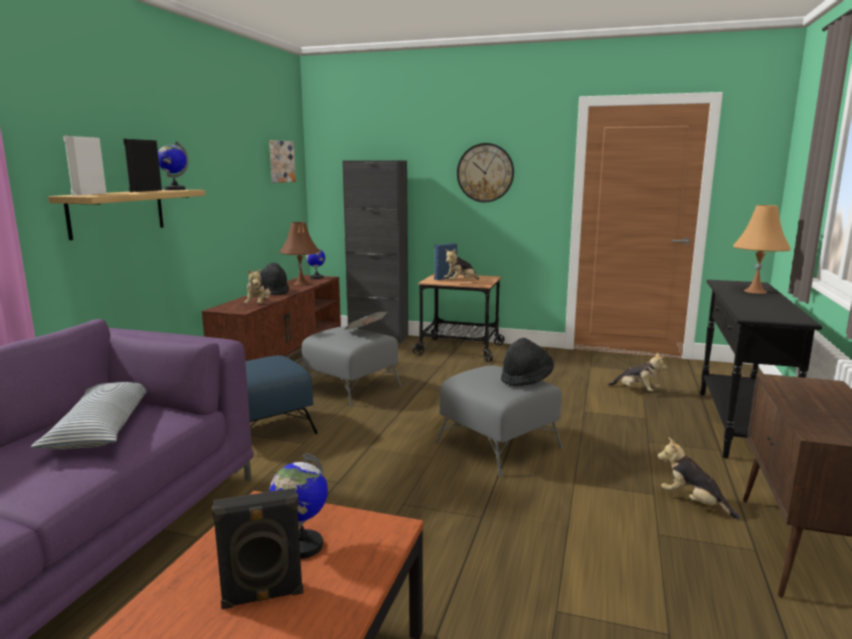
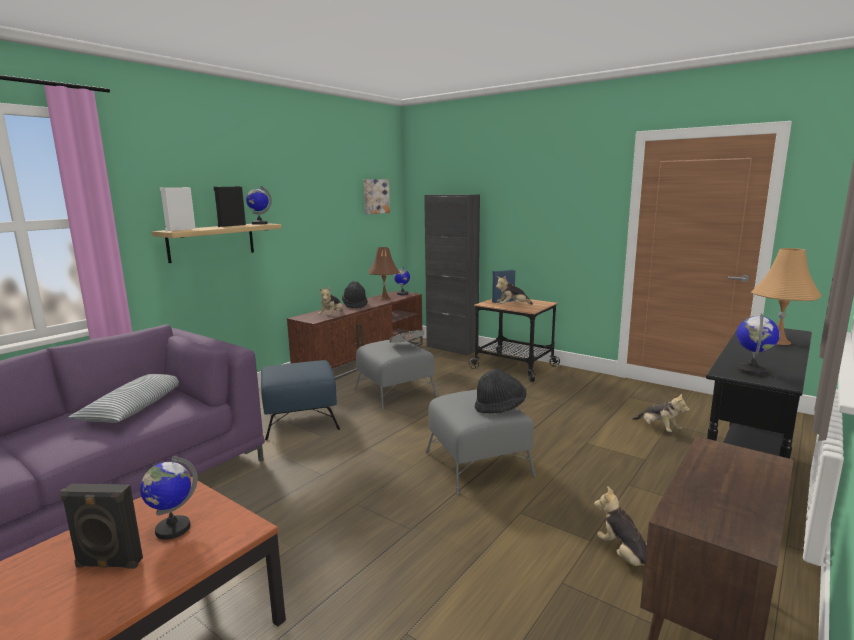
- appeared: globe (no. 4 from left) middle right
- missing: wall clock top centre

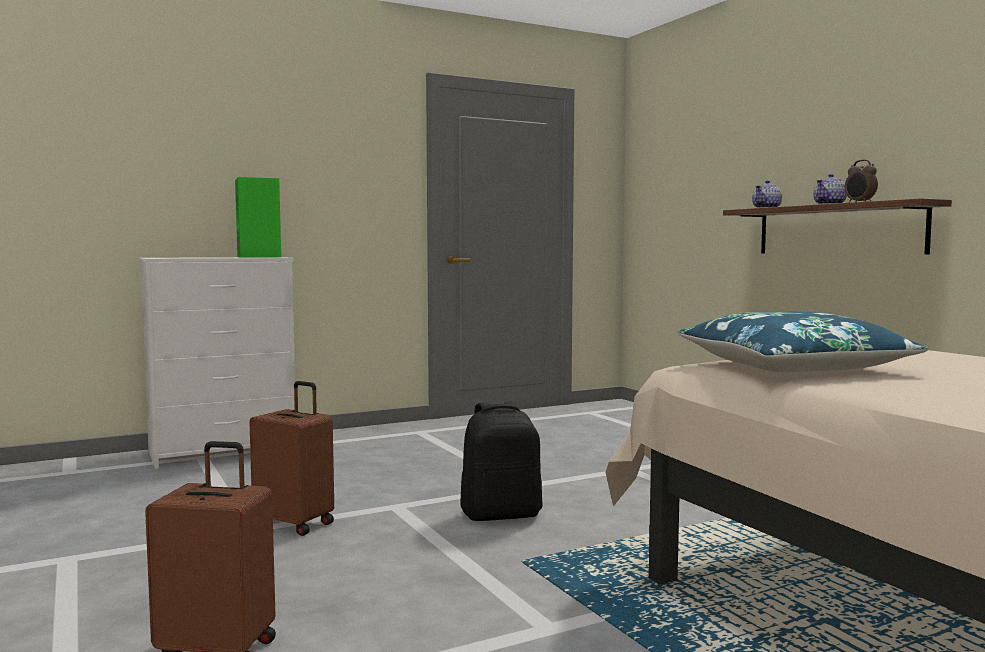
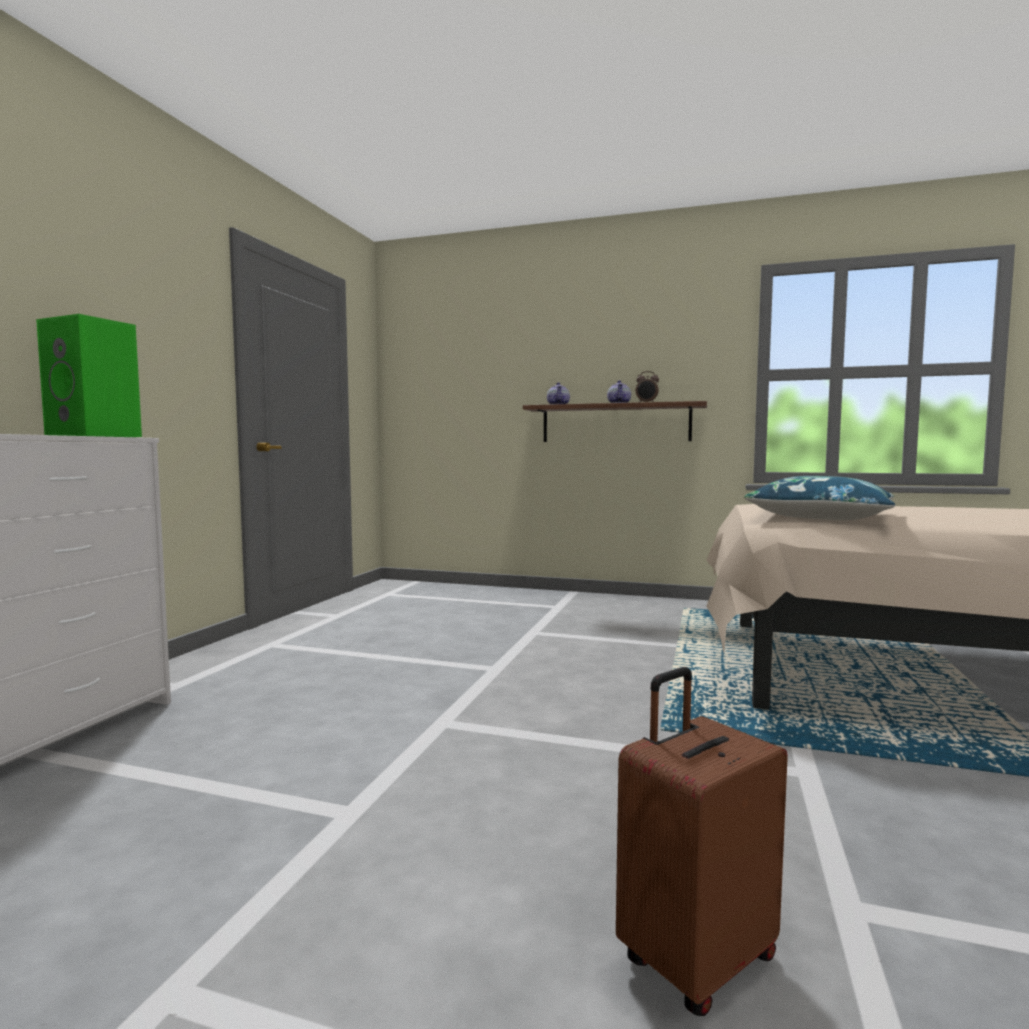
- missing: brown suitcase (no. 2 from left) bottom left
- missing: black backpack bottom centre

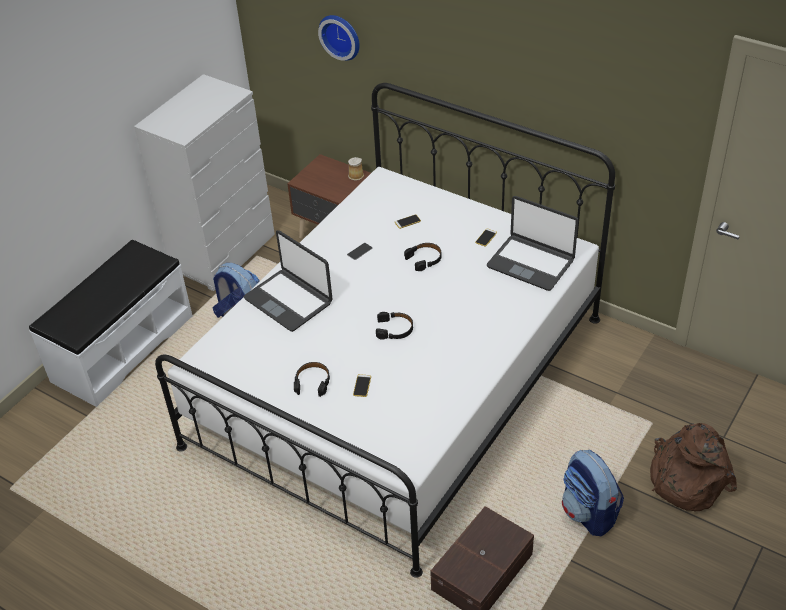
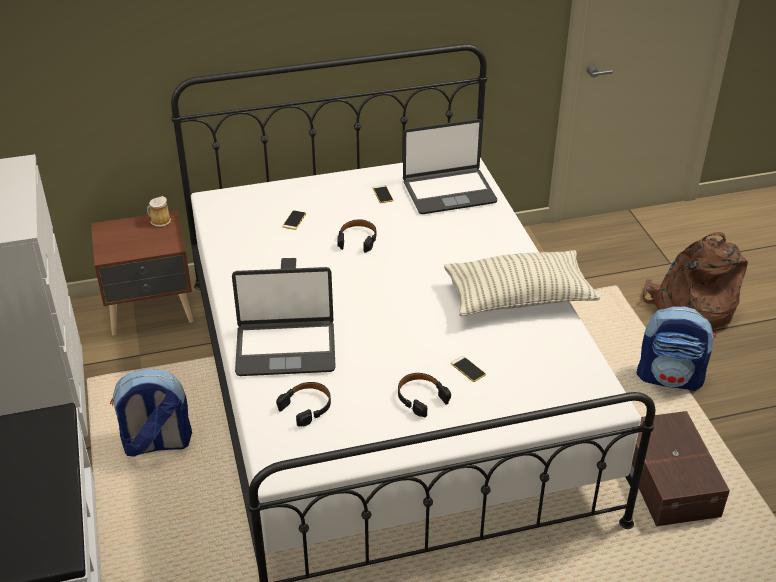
- relocated: black headphones (no. 2 from left in the first image) centre to black headphones (no. 1 from left) bottom centre
- appeared: pillow middle right
- missing: wall clock top centre

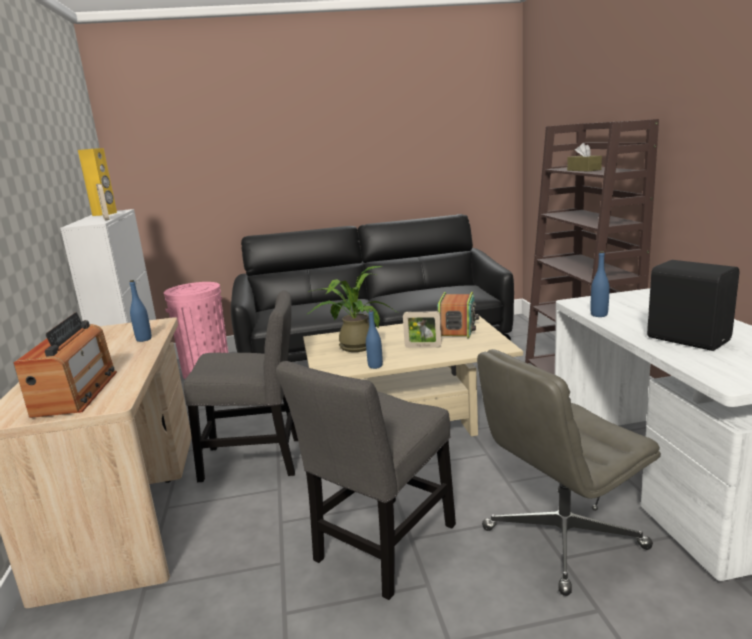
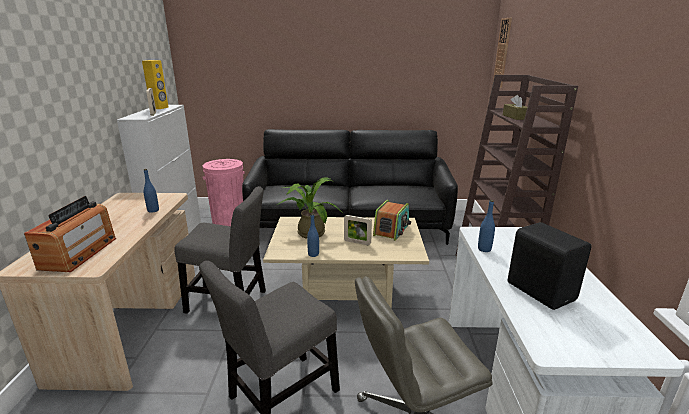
- appeared: wall clock top right

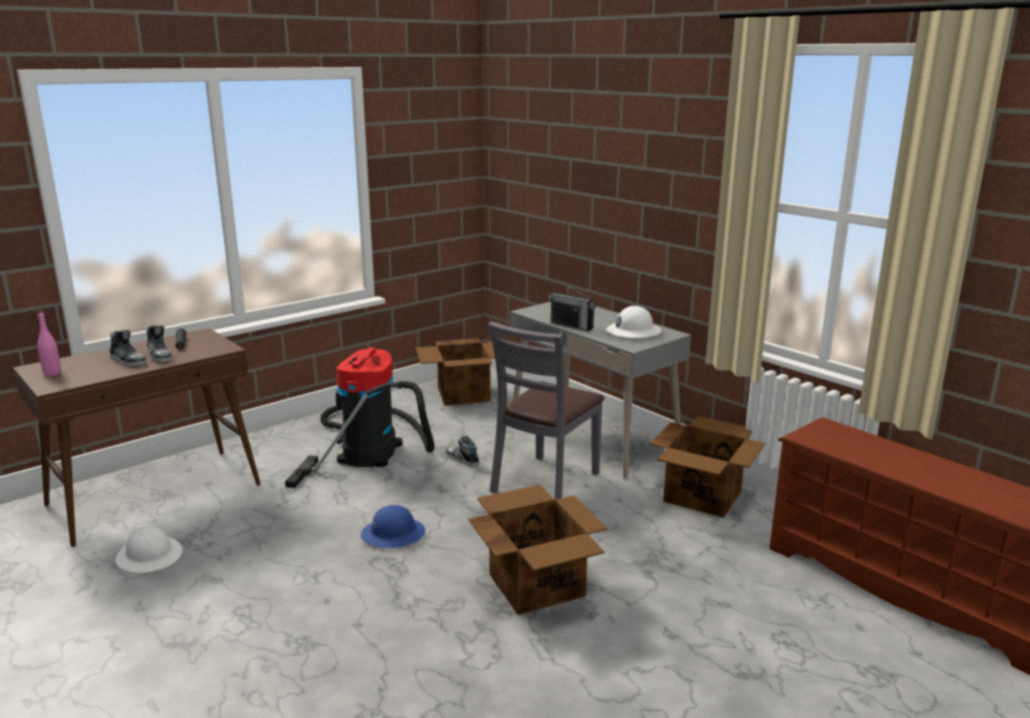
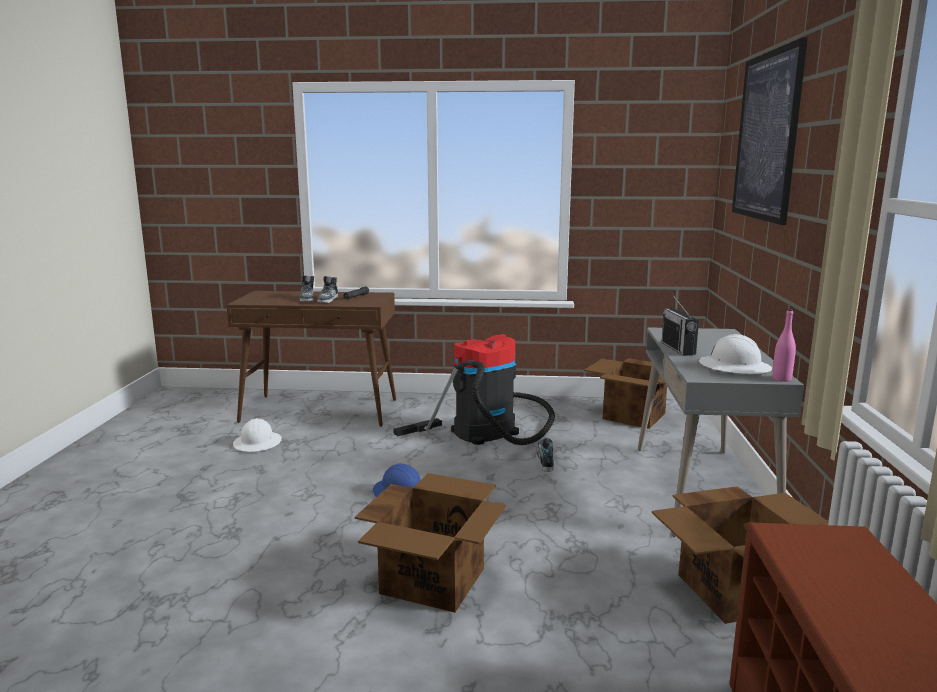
- appeared: picture top right
- relocated: pink bottle middle left to middle right
- missing: grey chair centre

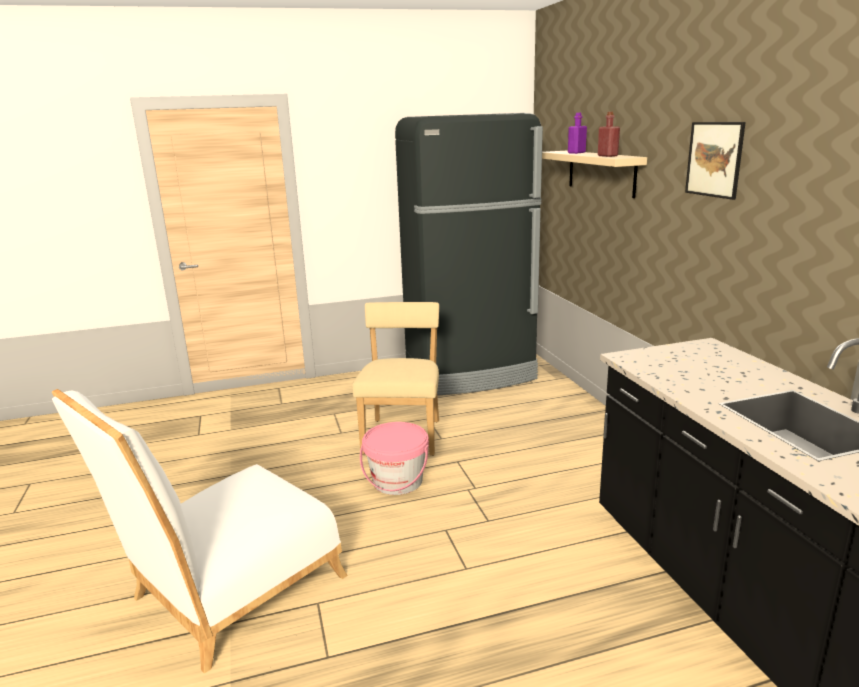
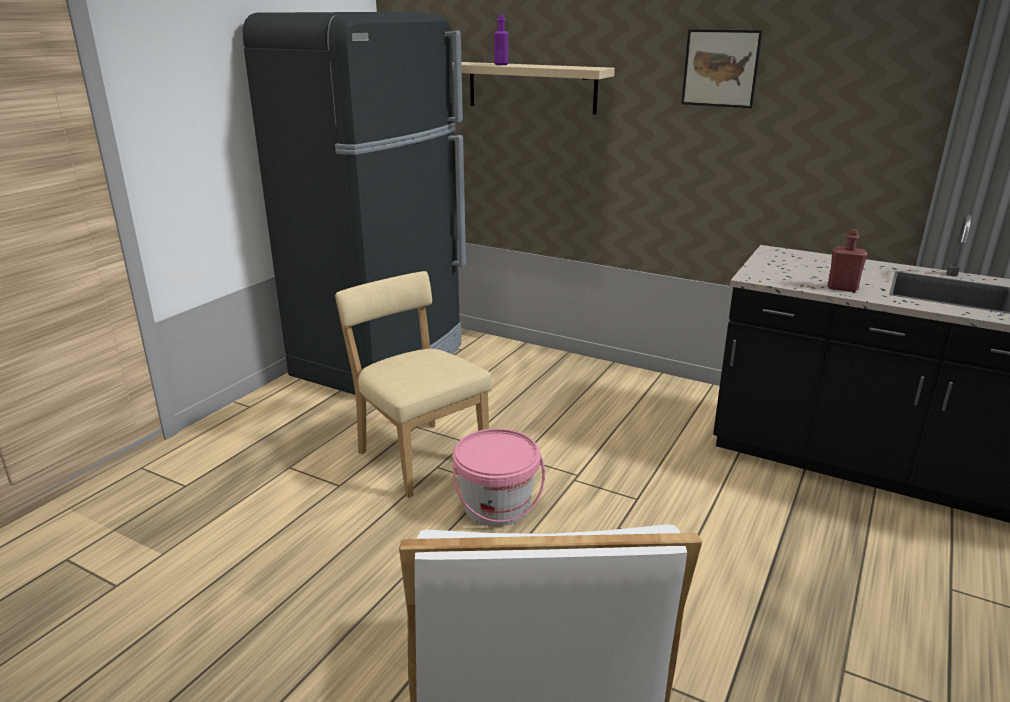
- relocated: red bottle top right to middle right

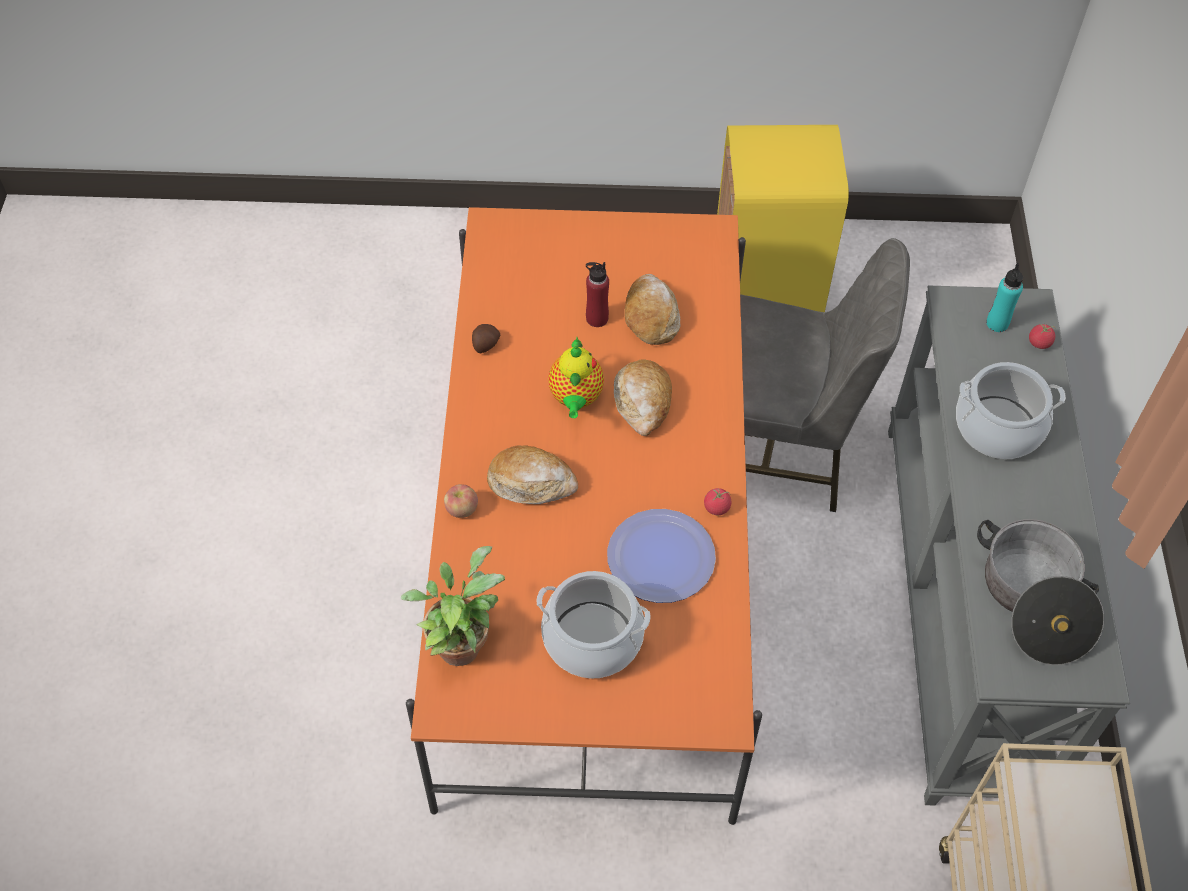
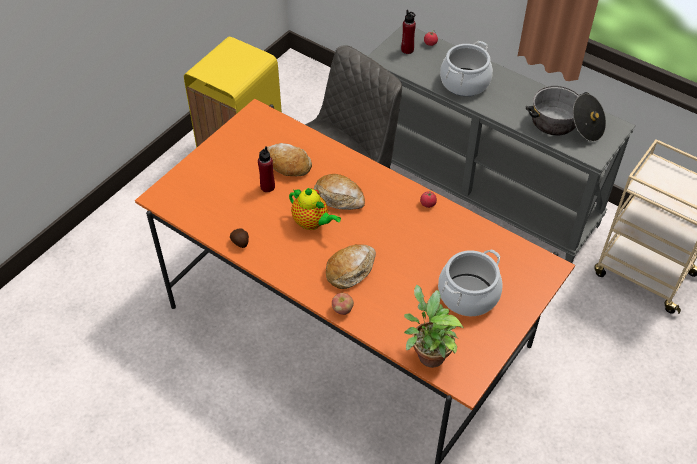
- colour: turquoise bottle middle right to red bottle (no. 2 from left) top centre
- missing: plate centre

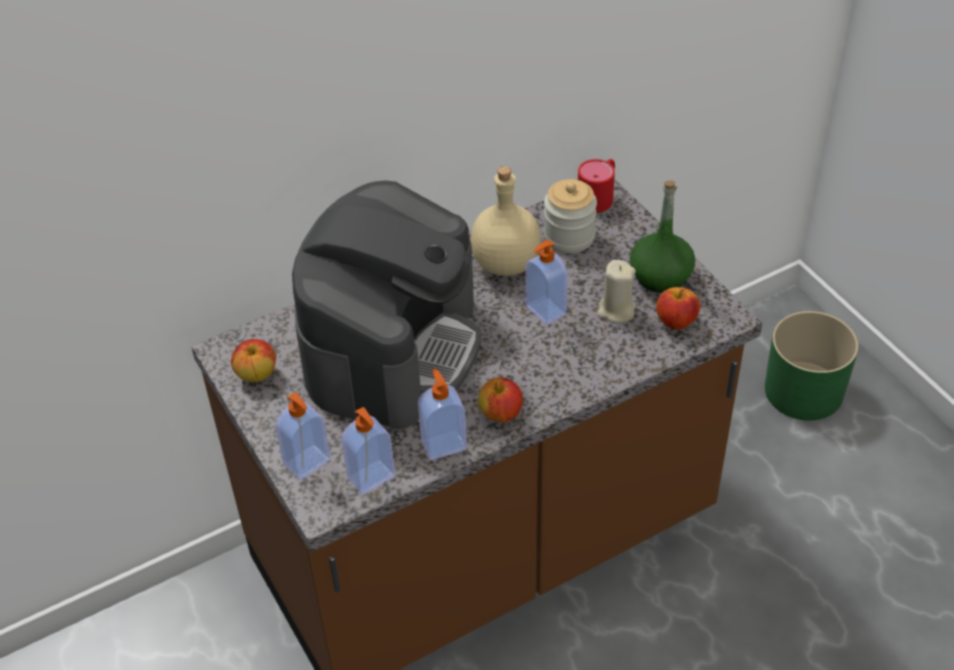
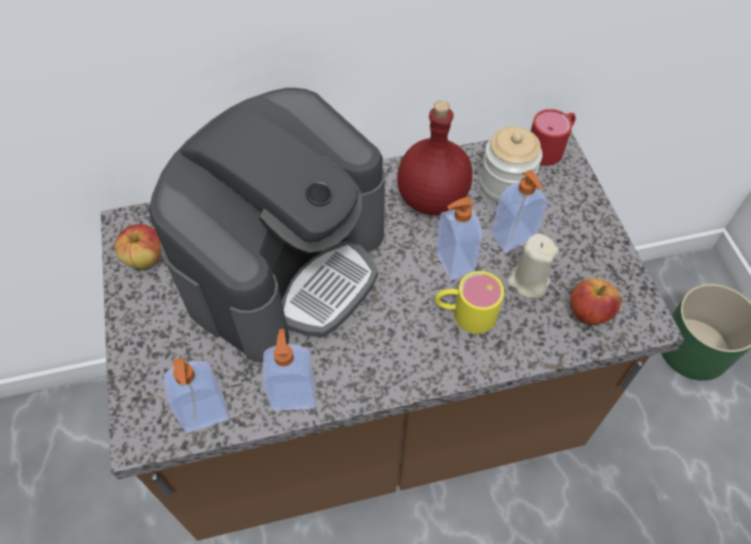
- colour: beige bottle top centre to red bottle top centre
- appeared: yellow mug centre
- relocated: soap dispenser (no. 1 from left in the first image) middle left to soap dispenser (no. 4 from left) middle right
- missing: apple (no. 2 from left) centre
- missing: green bottle middle right

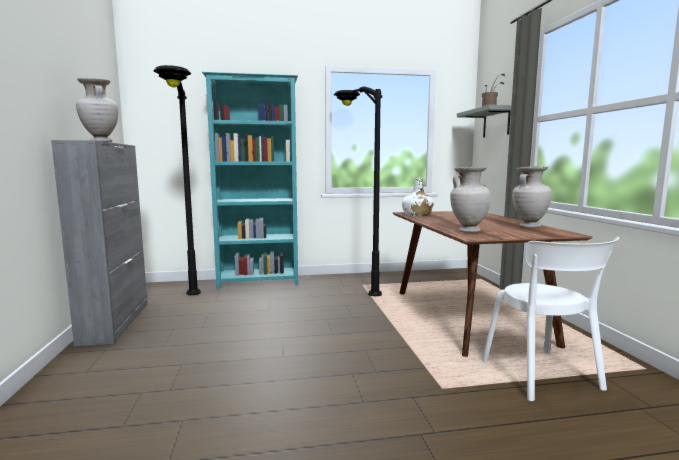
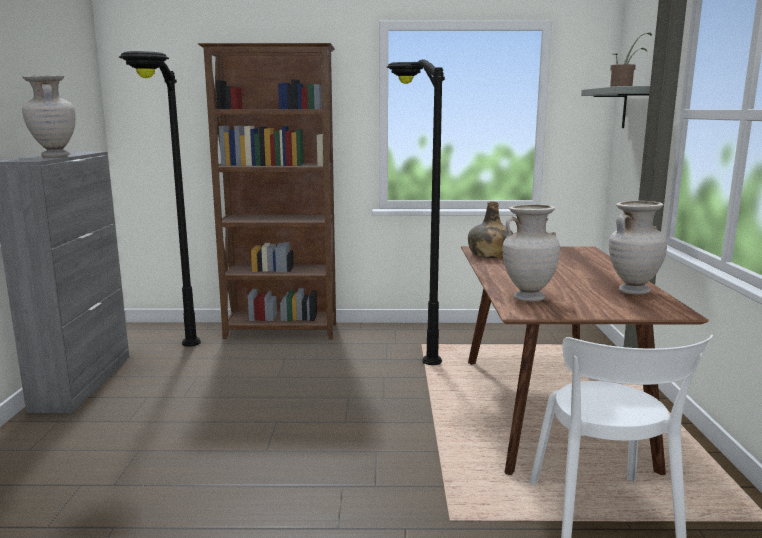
- colour: turquoise bookcase centre to brown bookcase centre
- colour: white bottle centre to green bottle centre

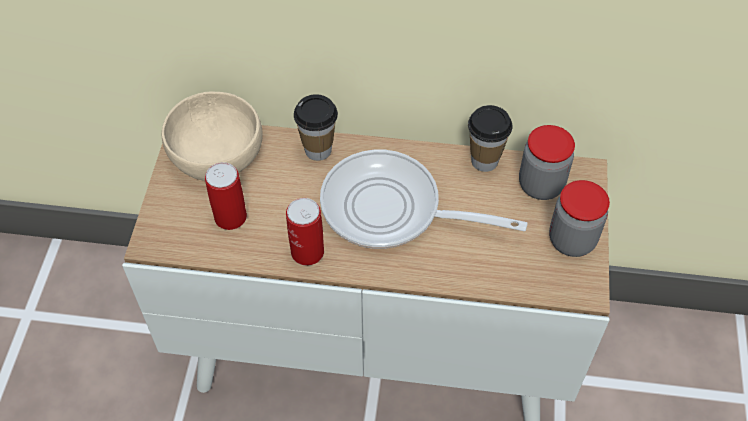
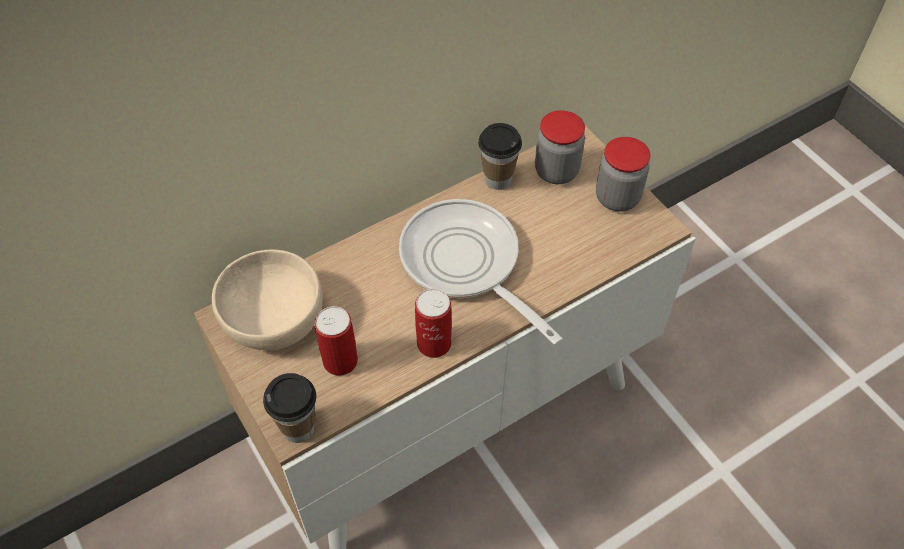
- relocated: cup (no. 1 from left) top centre to bottom left
- spun: frying pan centre = centre 75 degrees clockwise

